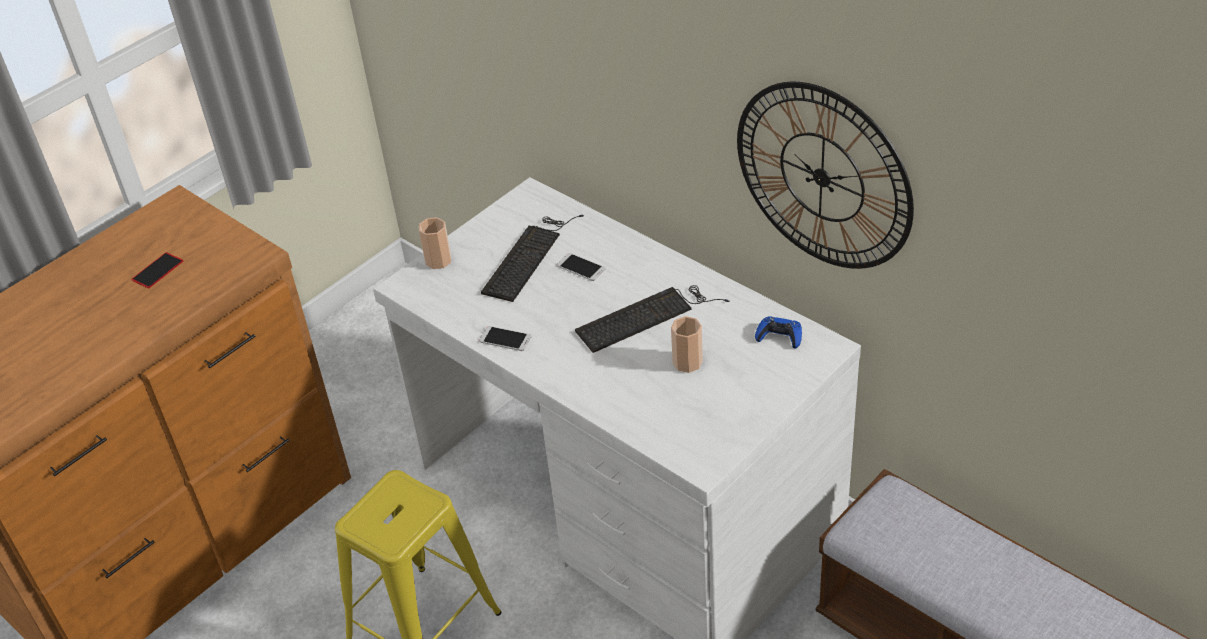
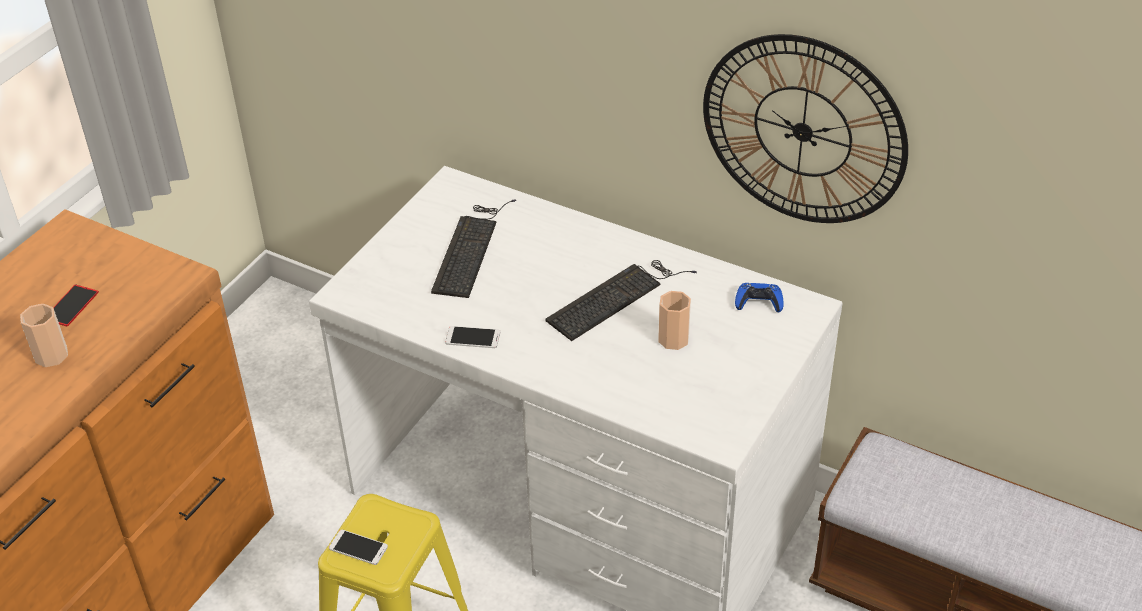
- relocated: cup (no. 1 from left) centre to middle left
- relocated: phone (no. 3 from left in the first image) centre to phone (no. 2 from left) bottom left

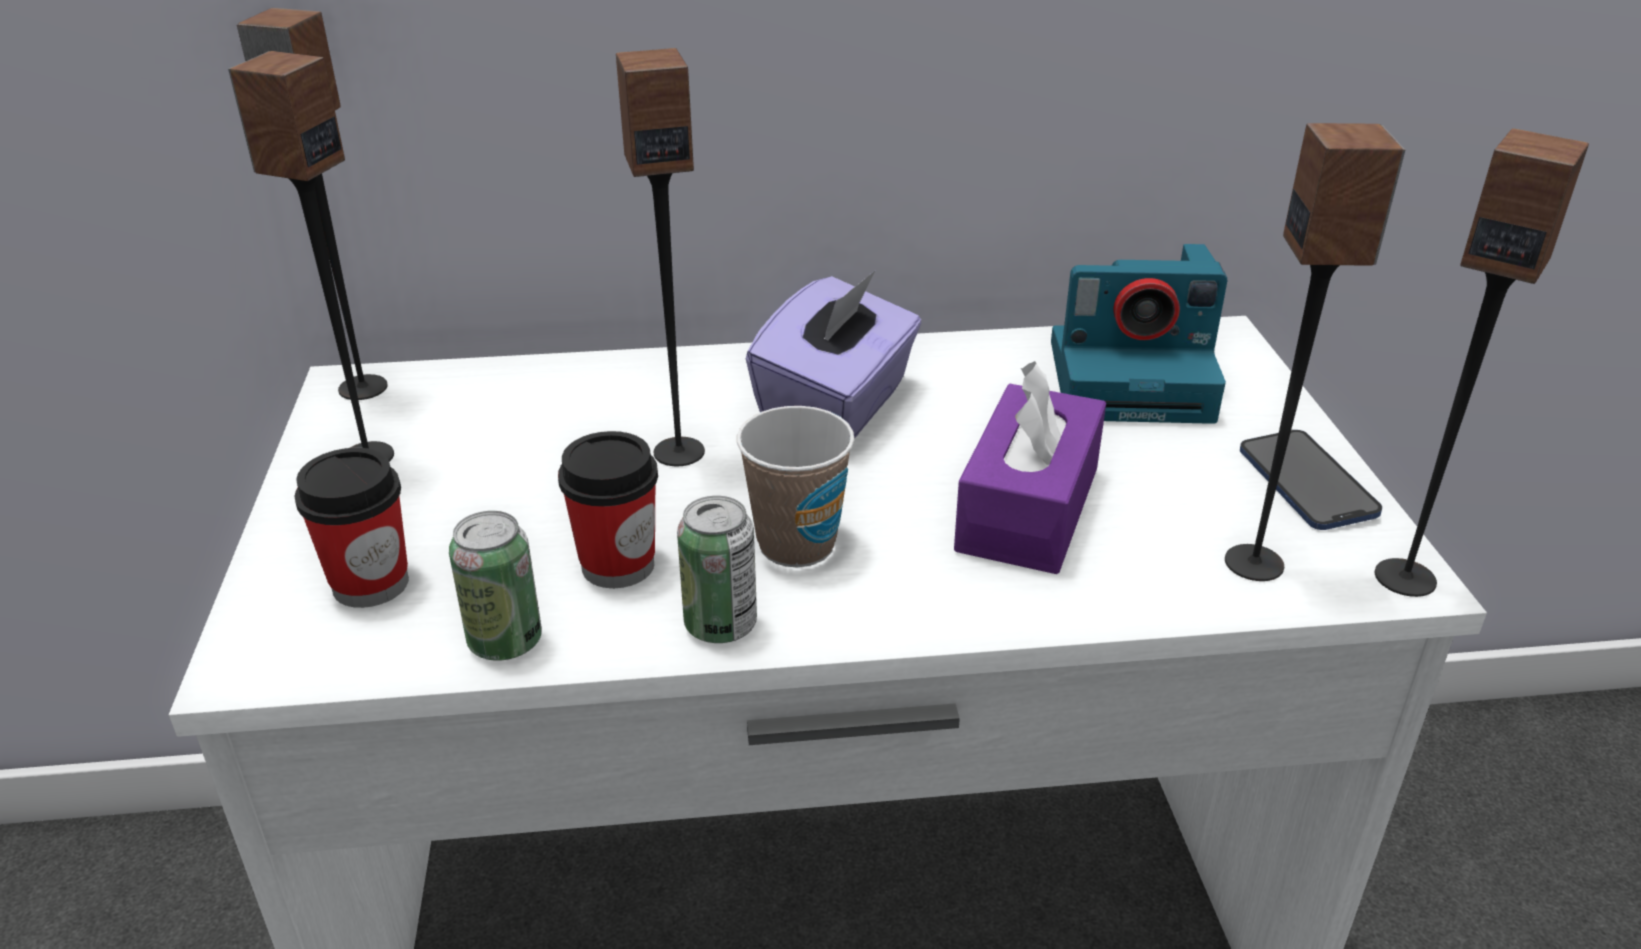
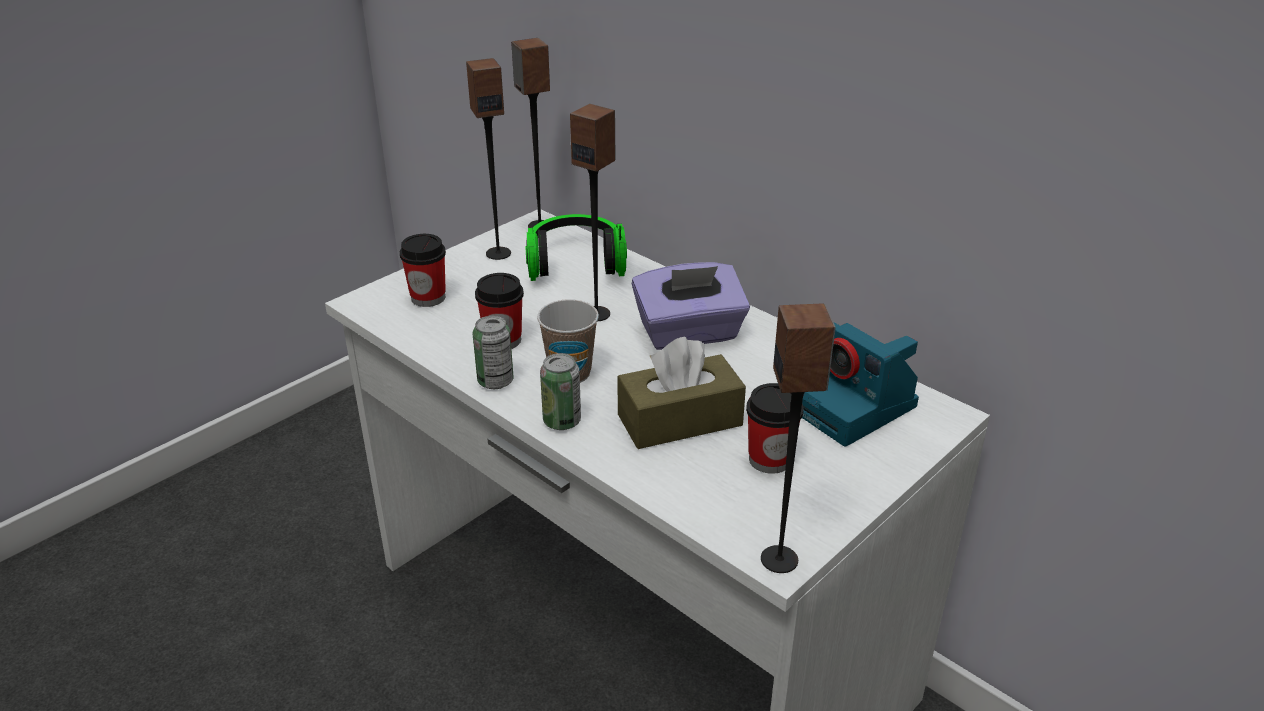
- appeared: headphones centre
- relocated: can (no. 1 from left in the first image) middle left to can (no. 2 from left) centre
- colour: purple tissue box (no. 2 from left) centre to brown tissue box centre
- appeared: cup (no. 4 from left) centre
- missing: speaker (no. 4 from left) middle right
- missing: phone middle right

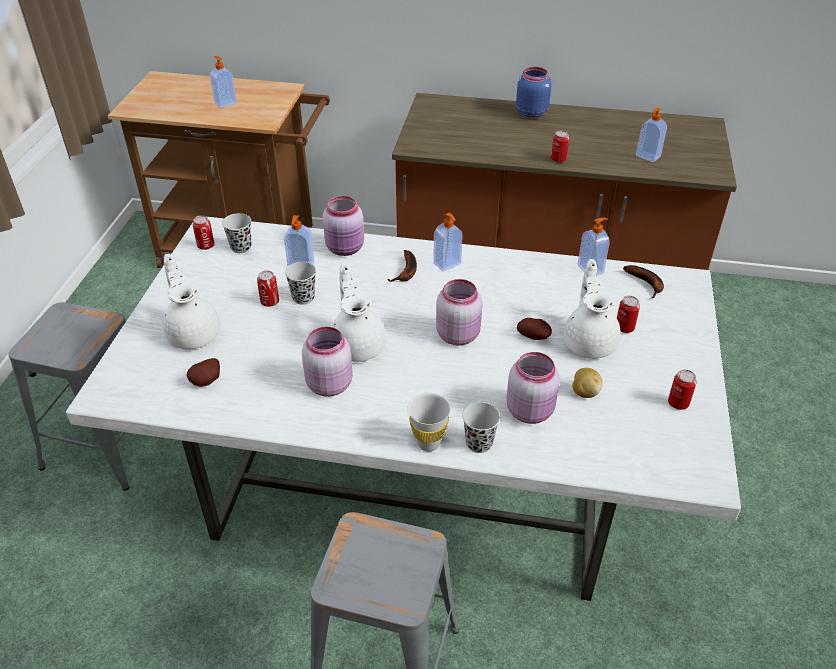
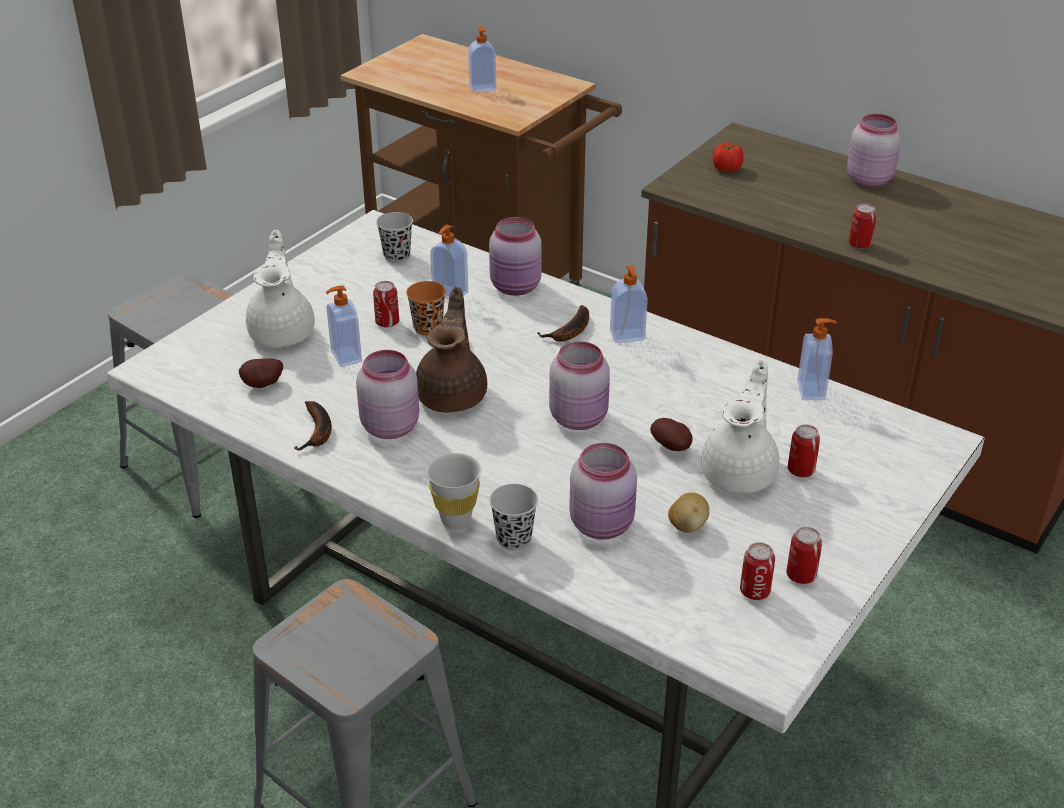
- relocated: banana (no. 2 from left in the first image) middle right to banana (no. 1 from left) middle left
- relocated: soap dispenser (no. 5 from left in the first image) top right to soap dispenser (no. 1 from left) middle left
- colour: black cup (no. 2 from left) centre to orange cup centre
- colour: white teapot (no. 2 from left) centre to brown teapot centre
- appeared: tomato top right
- relocated: can (no. 1 from left in the first image) middle left to can (no. 2 from left) bottom right
- colour: blue jar top centre to pink jar (no. 5 from left) top right

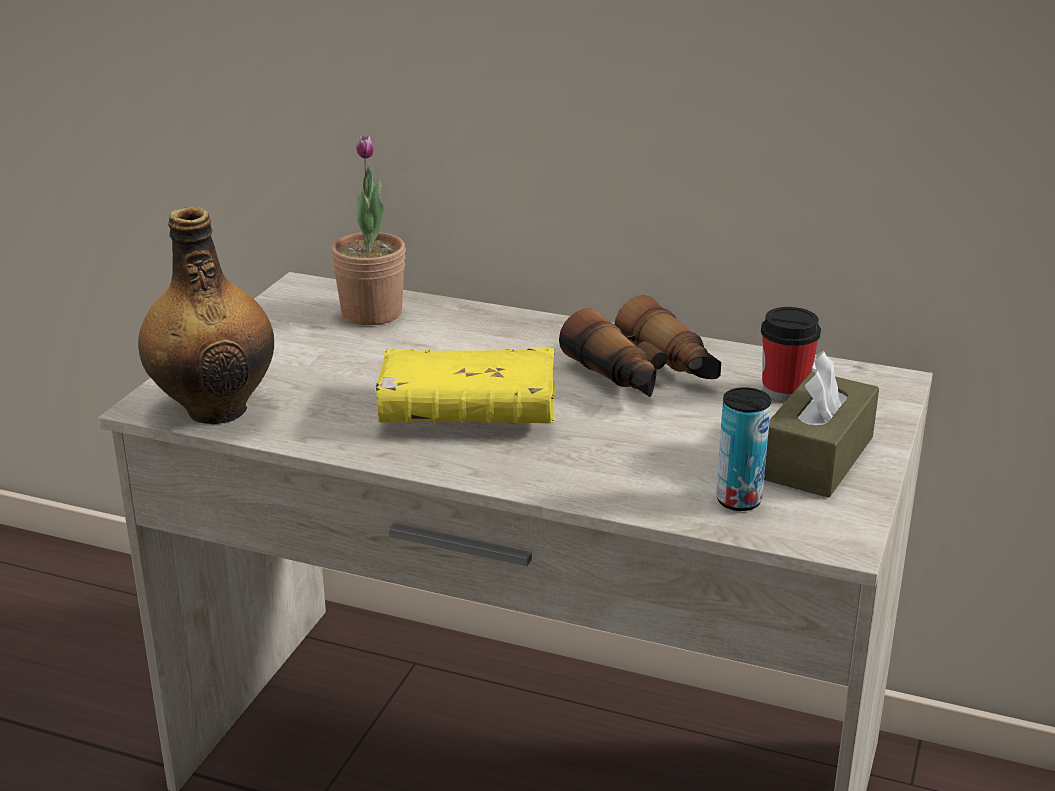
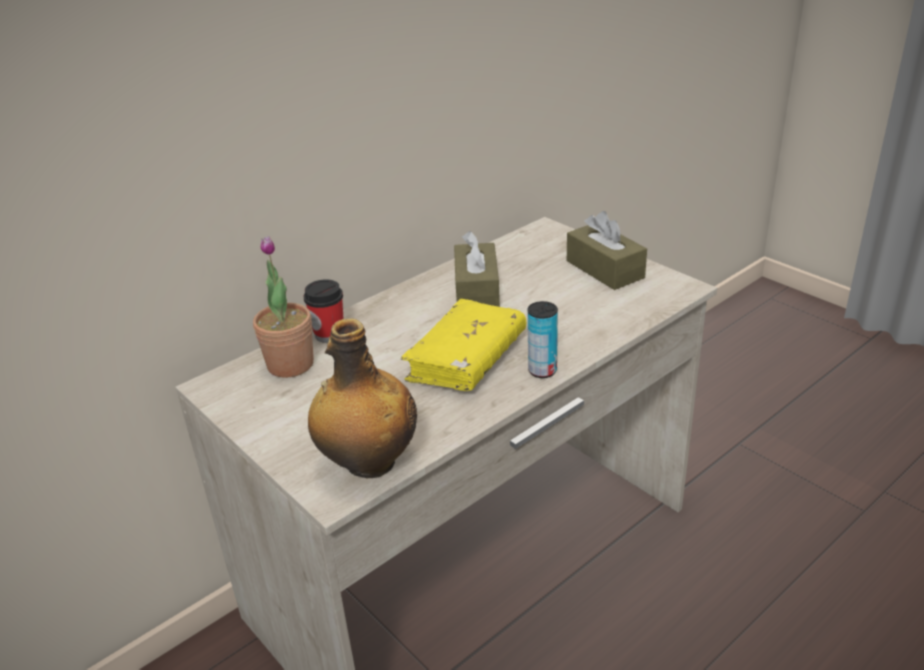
- relocated: cup middle right to centre
- exchanged: binoculars centre to brown tissue box (no. 1 from left) centre
- relocated: can middle right to centre

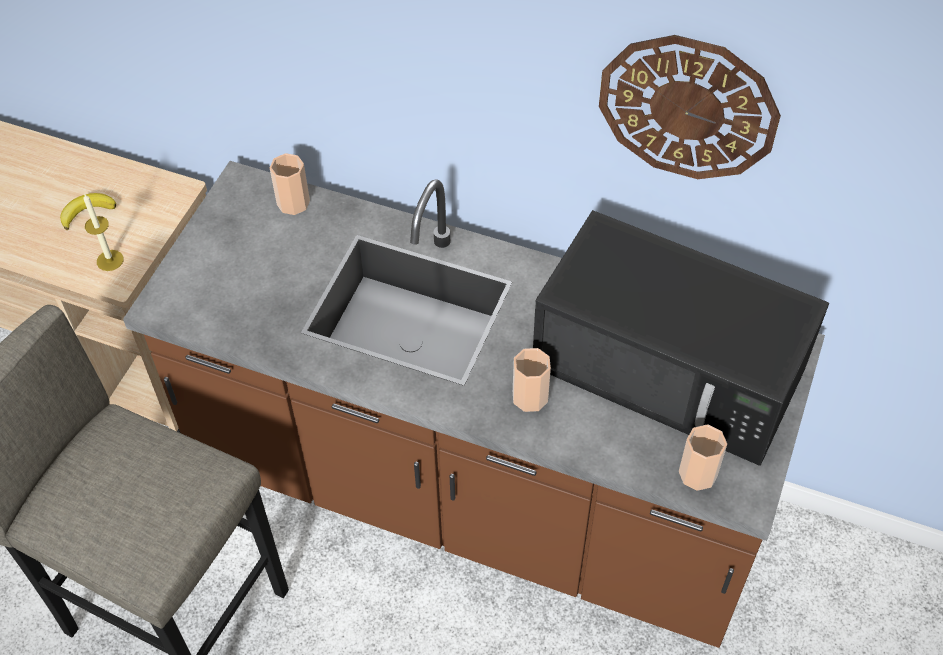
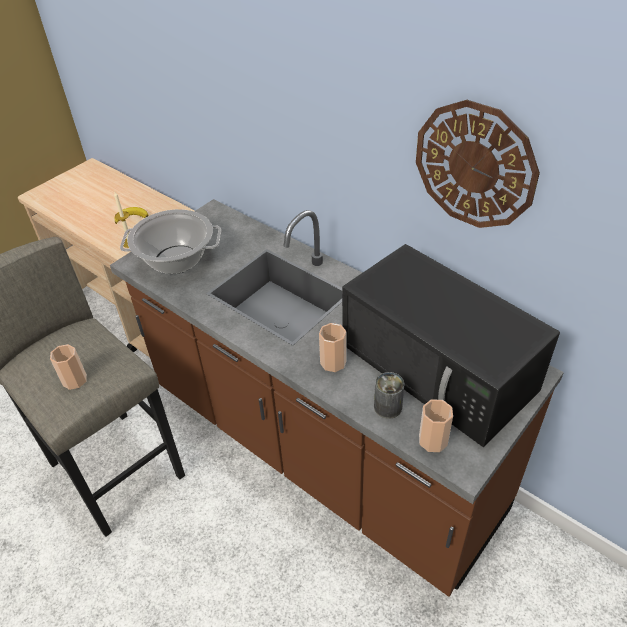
- relocated: cup (no. 1 from left) top left to middle left
- appeared: cooking pot middle left
- appeared: can centre

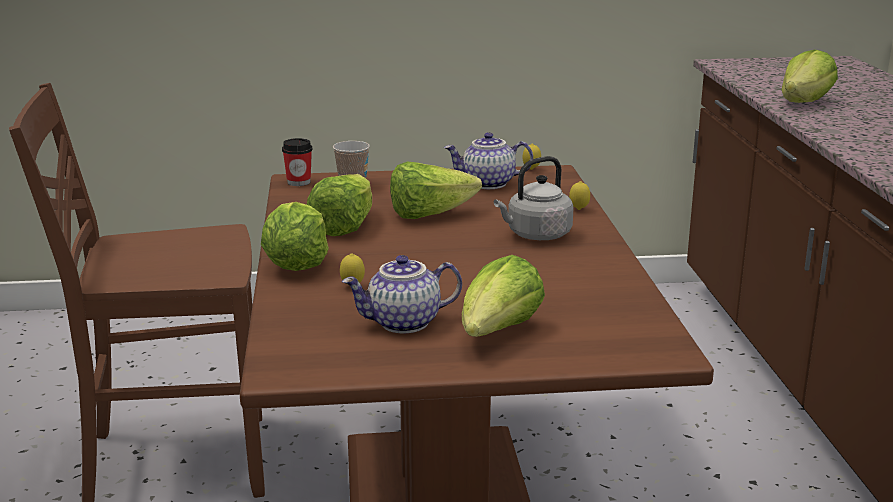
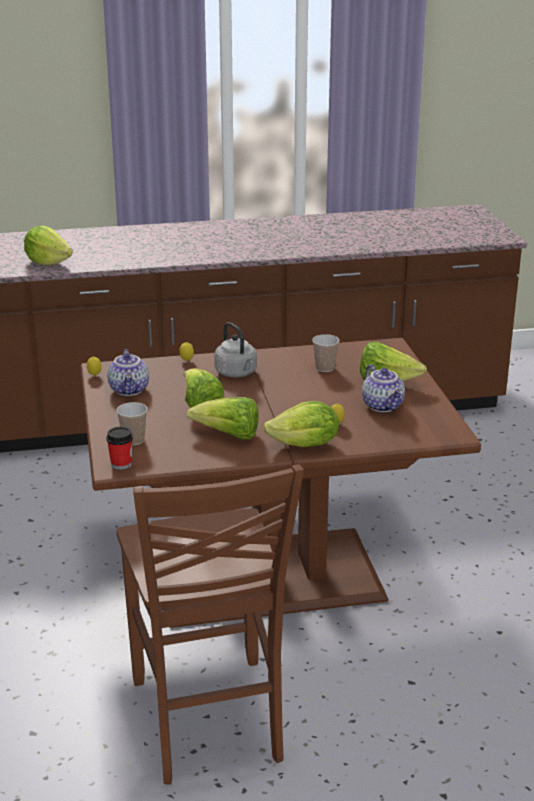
- appeared: cup (no. 3 from left) centre

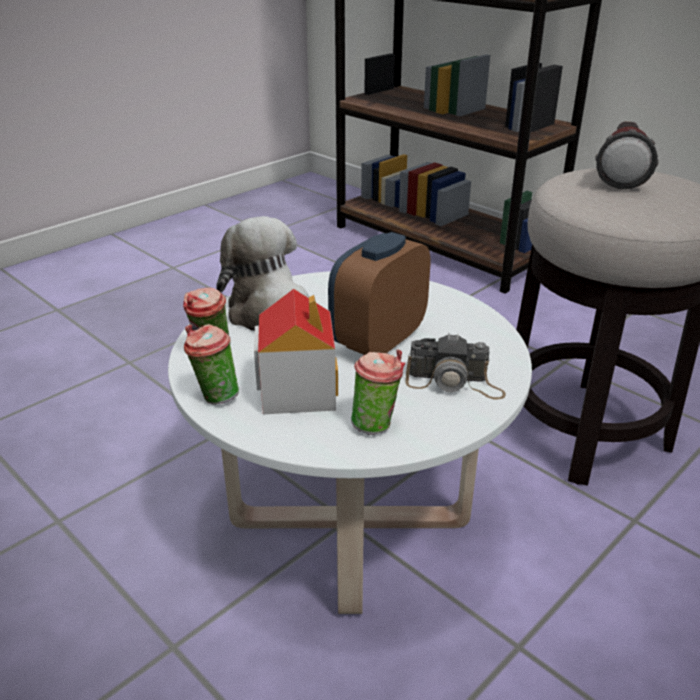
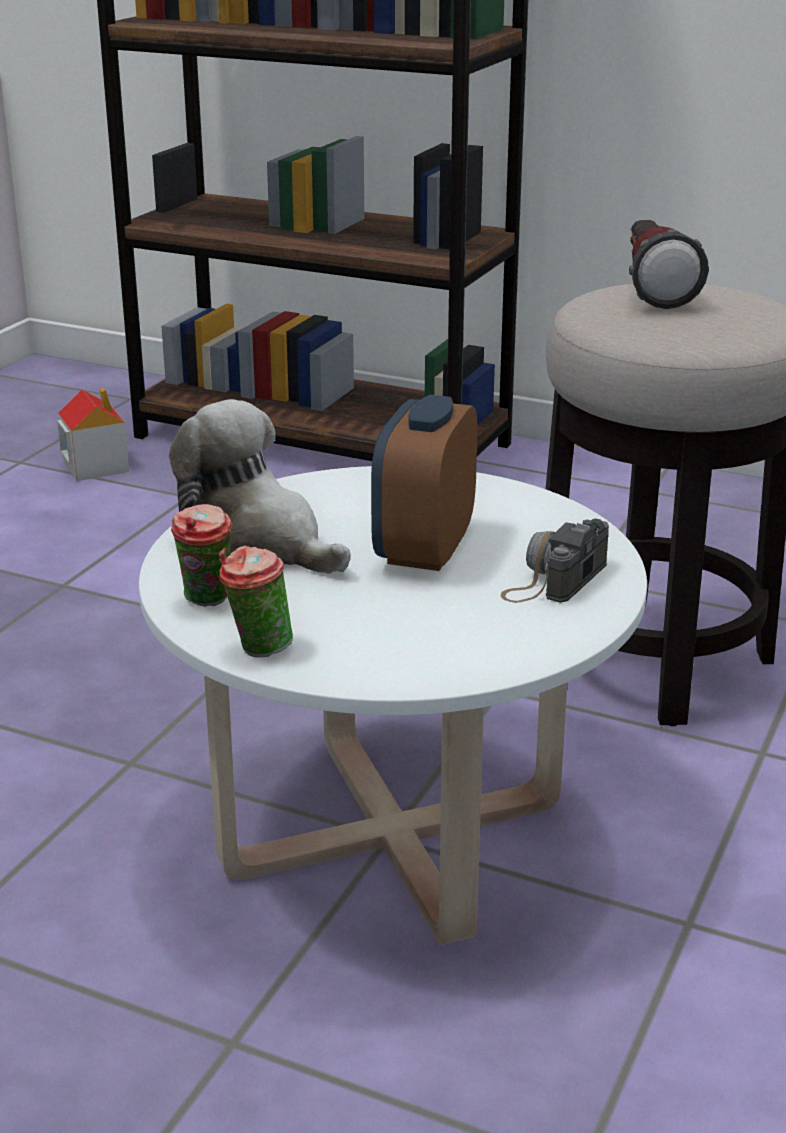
- relocated: toy house centre to middle left
- spun: photo camera centre = middle right 135 degrees clockwise
- missing: cup (no. 3 from left) centre

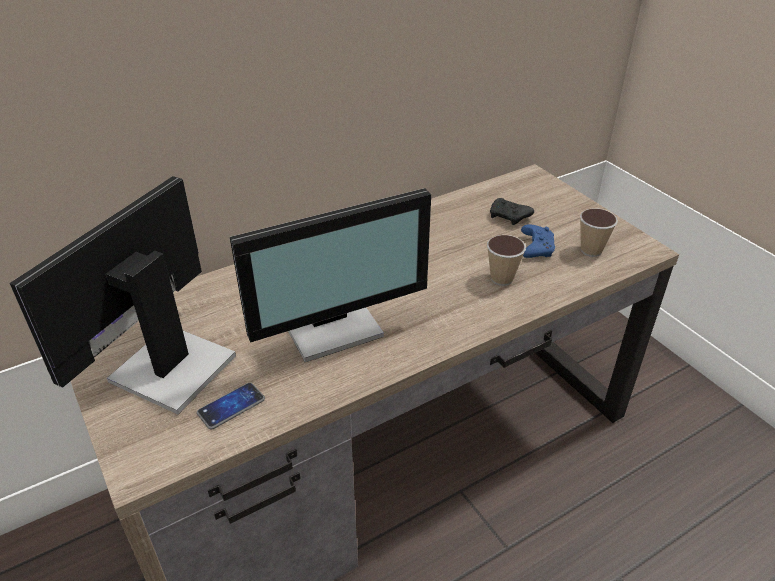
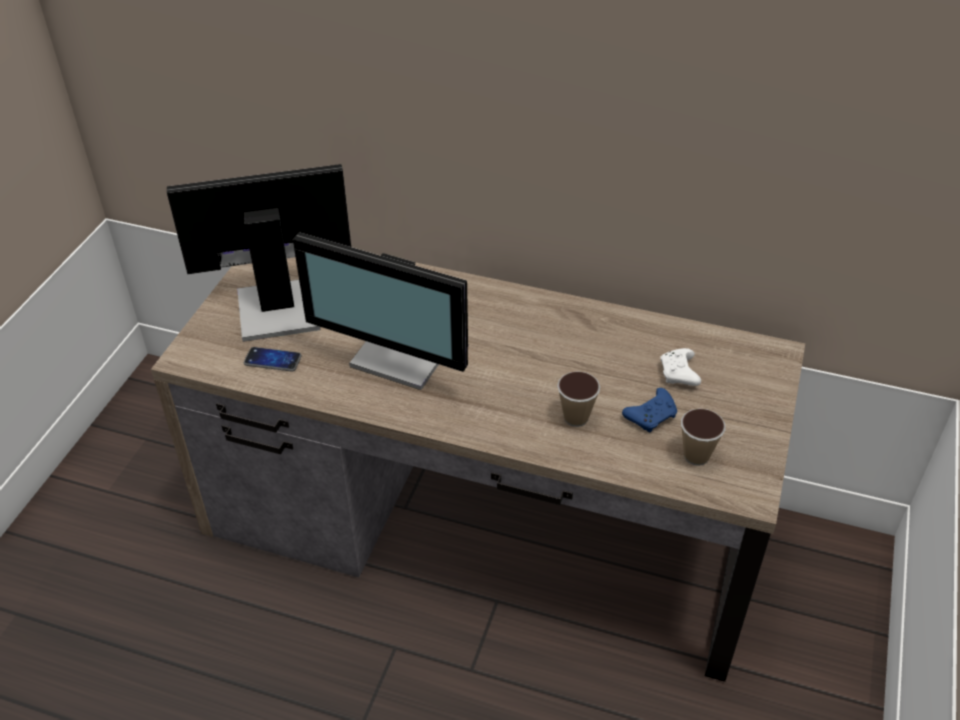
- colour: black game controller centre to white game controller middle right

